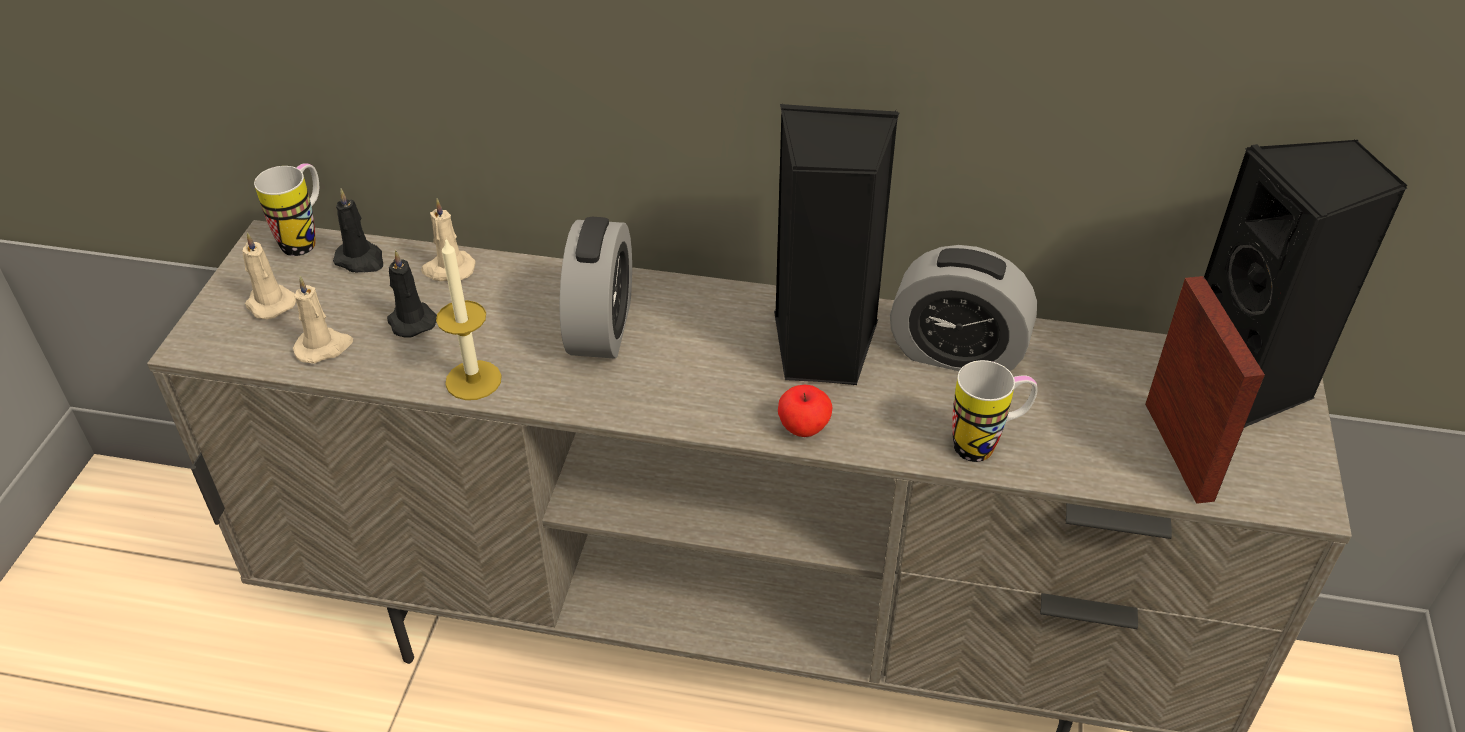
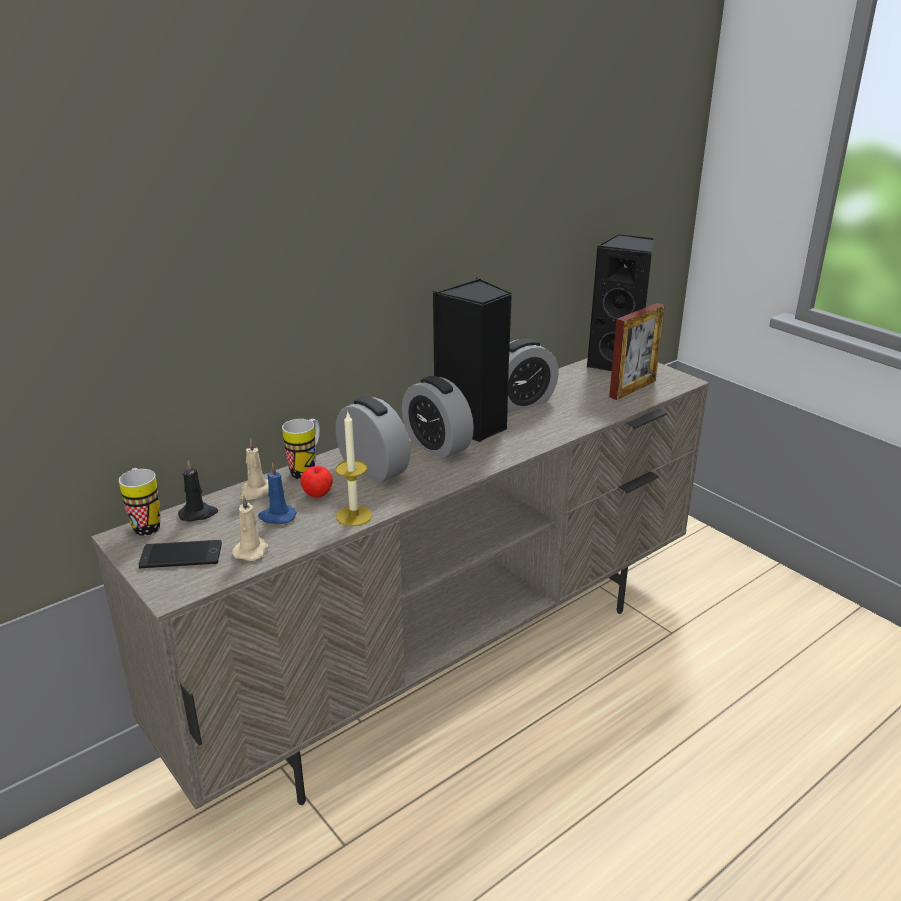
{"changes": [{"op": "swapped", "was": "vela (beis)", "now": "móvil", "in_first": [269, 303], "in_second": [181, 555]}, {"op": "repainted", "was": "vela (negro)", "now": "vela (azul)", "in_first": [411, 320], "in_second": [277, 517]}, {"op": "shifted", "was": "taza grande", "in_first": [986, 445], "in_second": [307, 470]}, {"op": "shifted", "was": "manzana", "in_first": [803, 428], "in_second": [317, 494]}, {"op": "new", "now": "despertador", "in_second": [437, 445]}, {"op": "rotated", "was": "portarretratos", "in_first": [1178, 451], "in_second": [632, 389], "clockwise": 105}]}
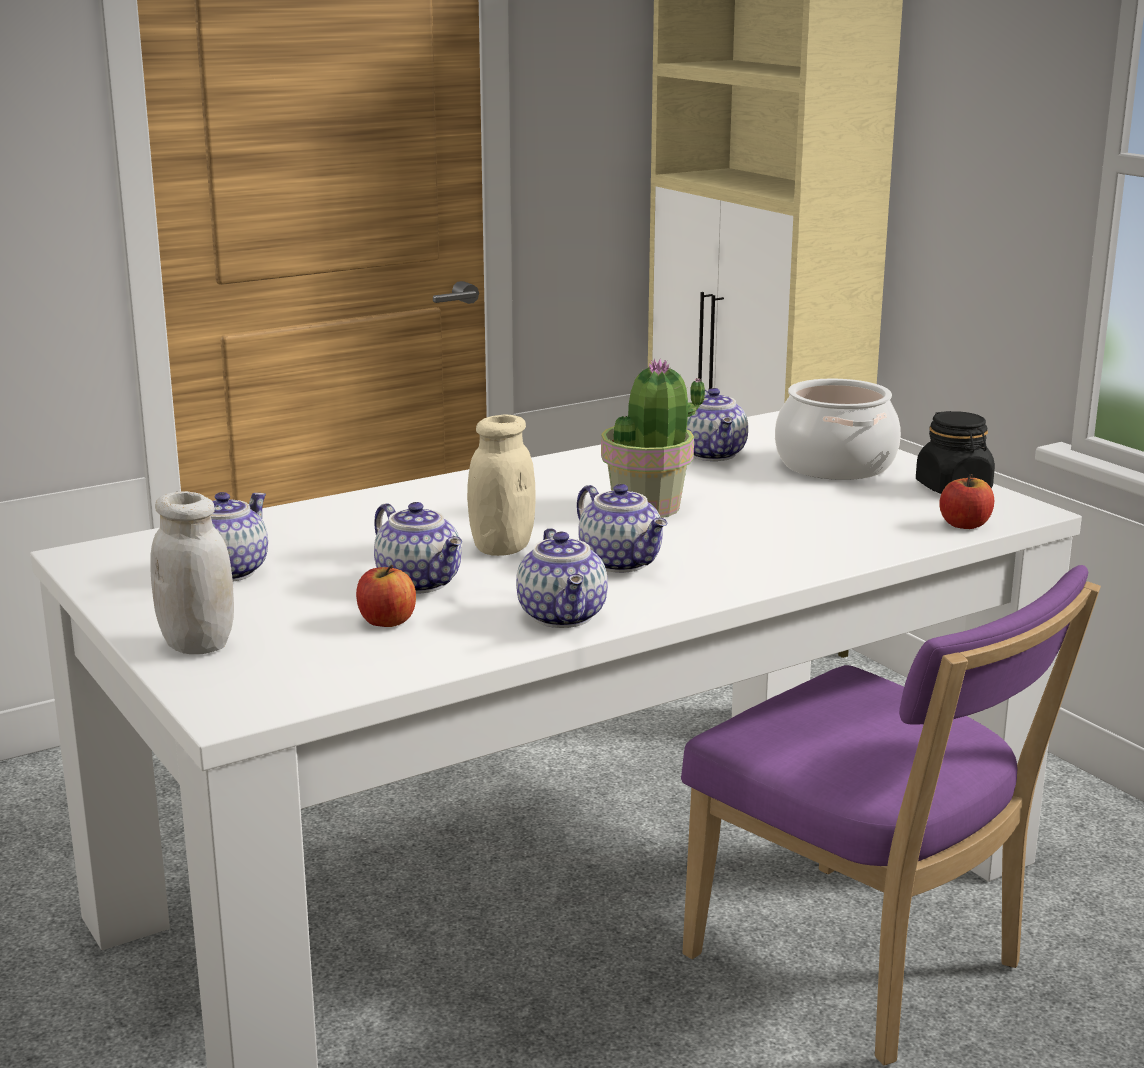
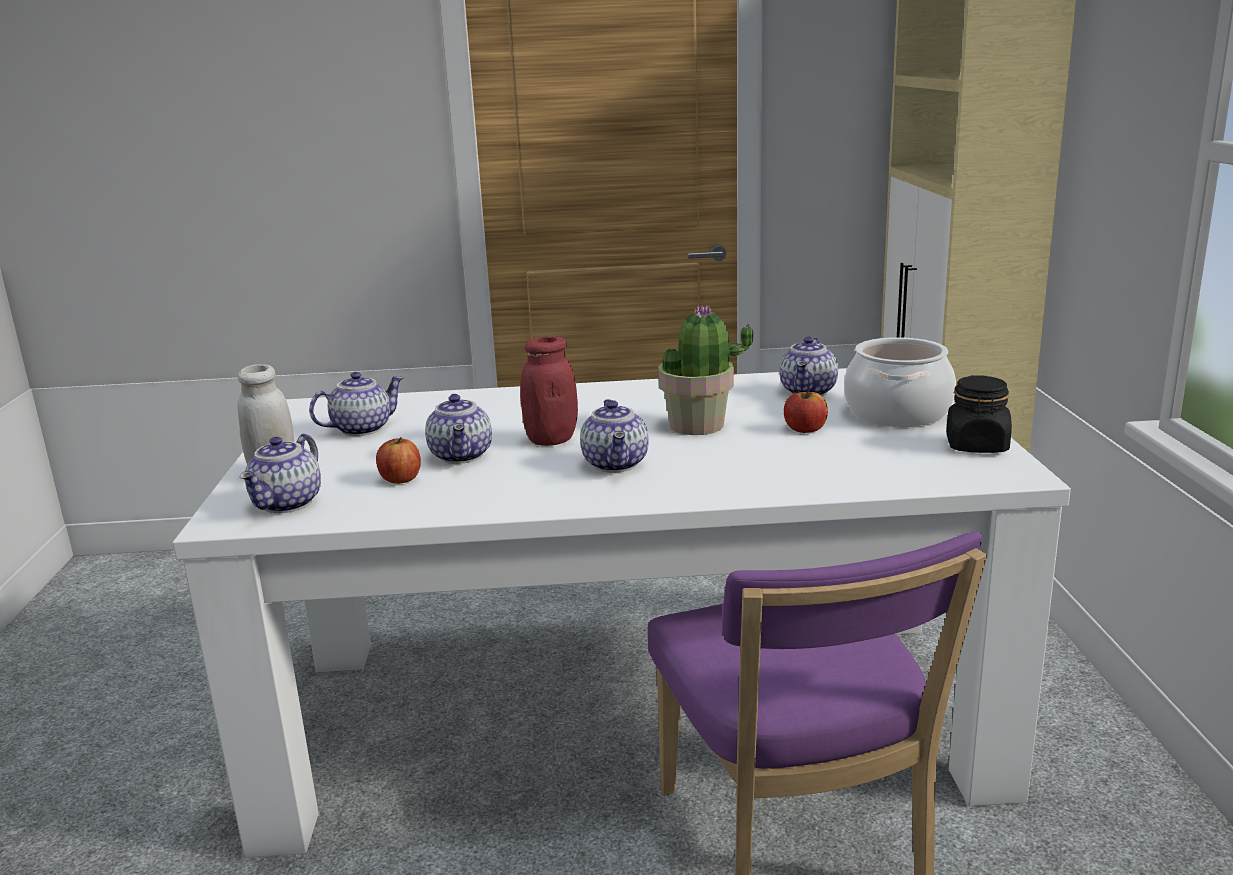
{"changes": [{"op": "shifted", "was": "tetera", "in_first": [564, 616], "in_second": [288, 504]}, {"op": "repainted", "was": "tarro (beis)", "now": "tarro (rojo)", "in_first": [502, 548], "in_second": [551, 440]}, {"op": "shifted", "was": "manzana", "in_first": [965, 525], "in_second": [805, 429]}]}
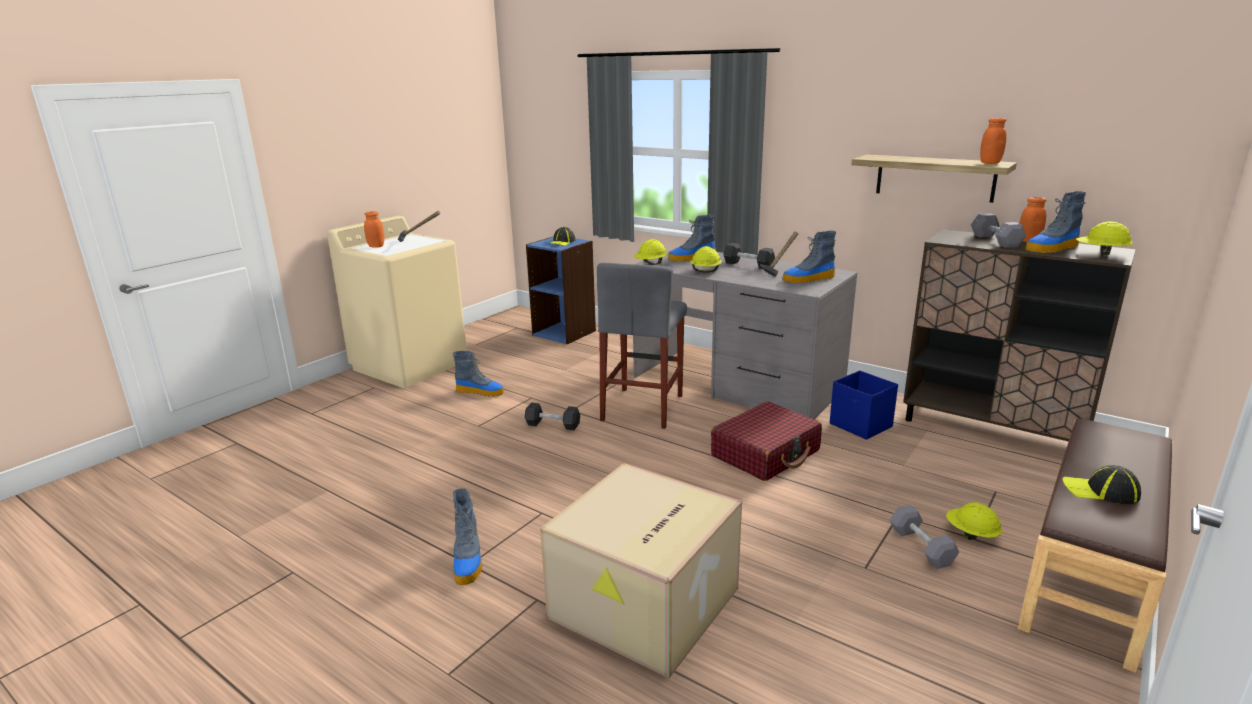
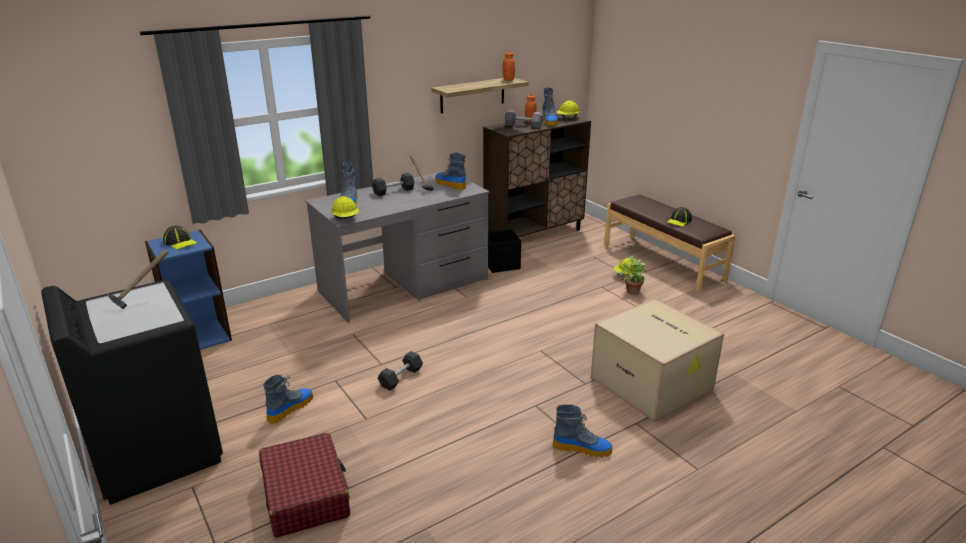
{"changes": [{"op": "repainted", "was": "lavadora (beis)", "now": "lavadora (negro)", "in_first": [410, 365], "in_second": [156, 452]}, {"op": "shifted", "was": "maleta (rojo)", "in_first": [766, 453], "in_second": [306, 494]}, {"op": "rotated", "was": "bota", "in_first": [808, 279], "in_second": [449, 184], "clockwise": 135}, {"op": "repainted", "was": "caja de almacenaje (azul)", "now": "caja de almacenaje (negro)", "in_first": [861, 426], "in_second": [502, 265]}, {"op": "swapped", "was": "mancuerna (gris)", "now": "planta en maceta", "in_first": [921, 546], "in_second": [631, 290]}, {"op": "gone", "was": "tarro (naranja)", "in_first": [376, 246]}, {"op": "gone", "was": "taburete (gris)", "in_first": [642, 407]}, {"op": "gone", "was": "casco (amarillo)", "in_first": [705, 271]}]}
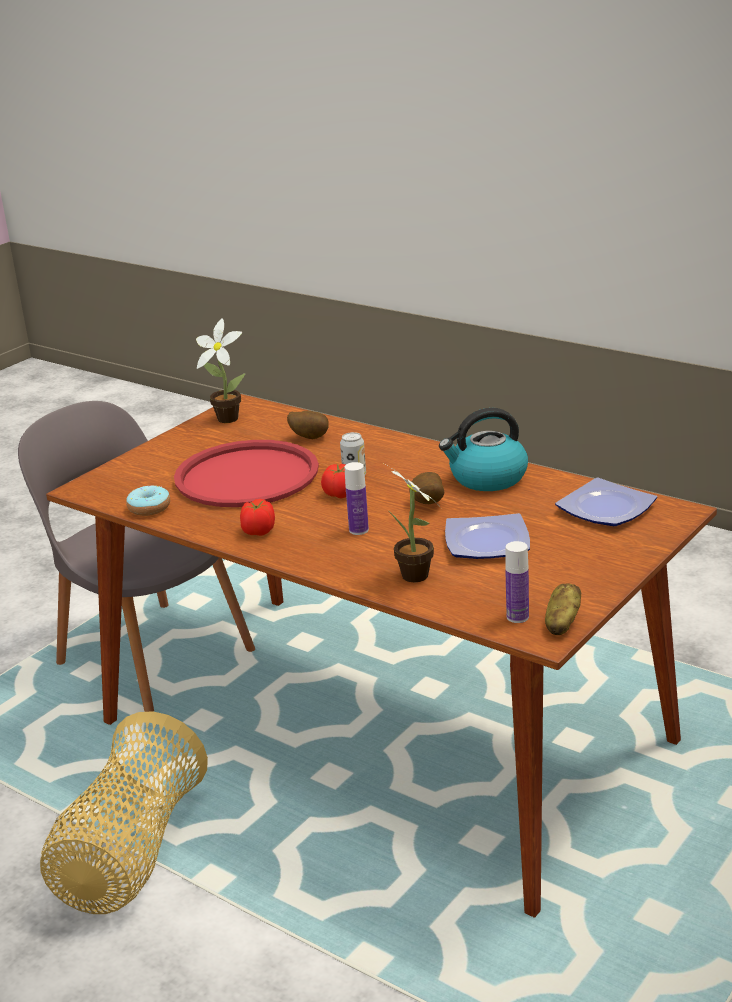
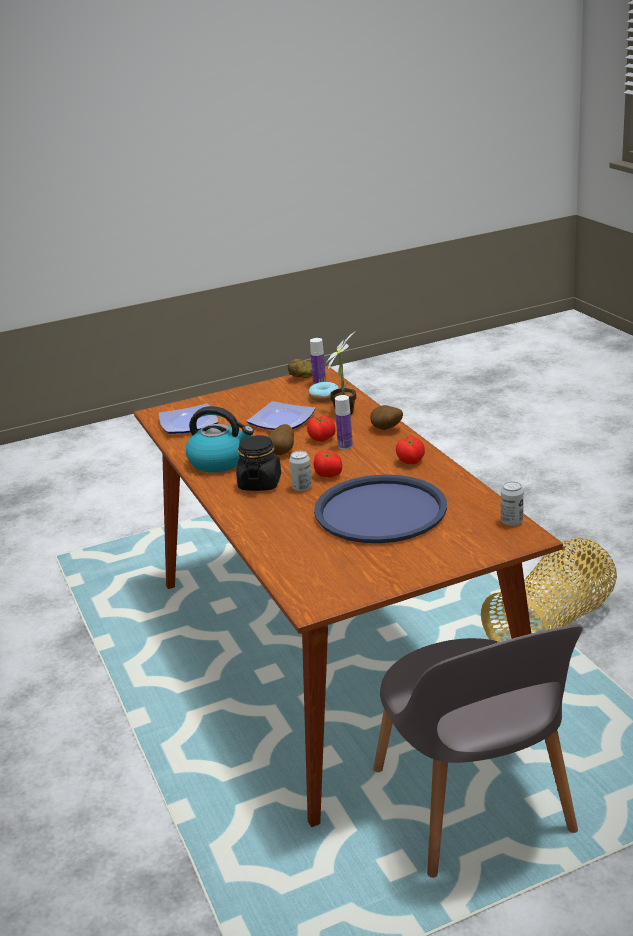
{"changes": [{"op": "new", "now": "tarro (negro)", "in_second": [260, 483]}, {"op": "new", "now": "tomate", "in_second": [322, 439]}, {"op": "shifted", "was": "rosquilla", "in_first": [149, 508], "in_second": [324, 397]}, {"op": "repainted", "was": "bandeja (rojo)", "now": "bandeja (azul)", "in_first": [247, 476], "in_second": [380, 511]}, {"op": "shifted", "was": "patata", "in_first": [310, 437], "in_second": [386, 429]}, {"op": "new", "now": "lata", "in_second": [512, 521]}, {"op": "gone", "was": "planta en maceta", "in_first": [225, 417]}]}
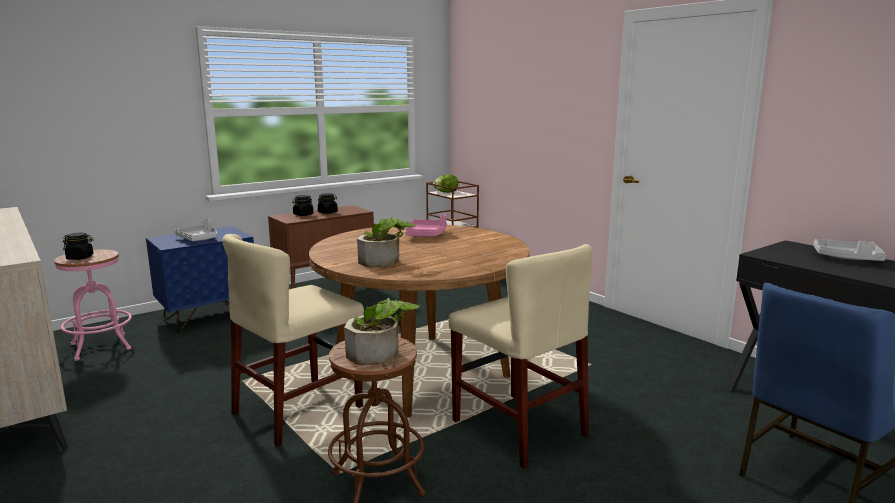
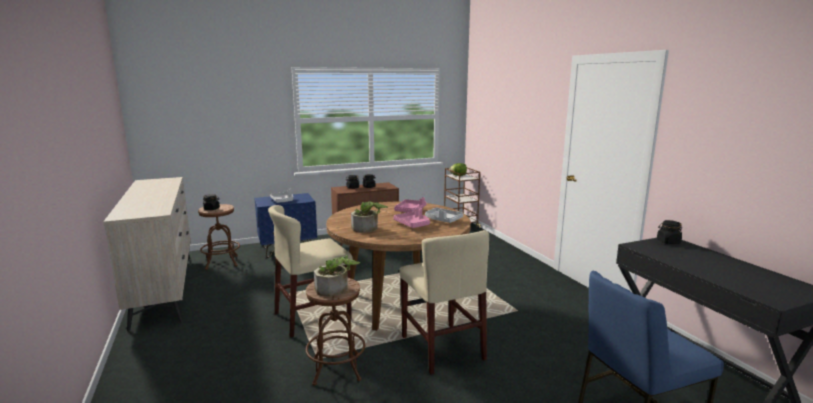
{"changes": [{"op": "repainted", "was": "taburete (rosa)", "now": "taburete (marrón)", "in_first": [101, 346], "in_second": [222, 262]}, {"op": "new", "now": "bandeja (rosa)", "in_second": [413, 224]}, {"op": "shifted", "was": "bandeja (gris)", "in_first": [847, 258], "in_second": [443, 220]}, {"op": "new", "now": "tarro (negro)", "in_second": [668, 242]}]}
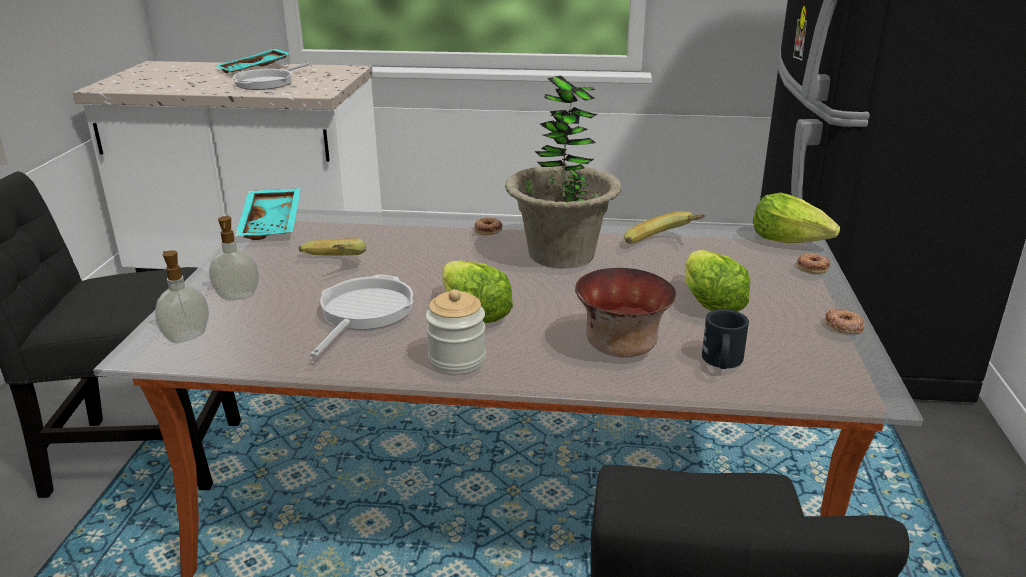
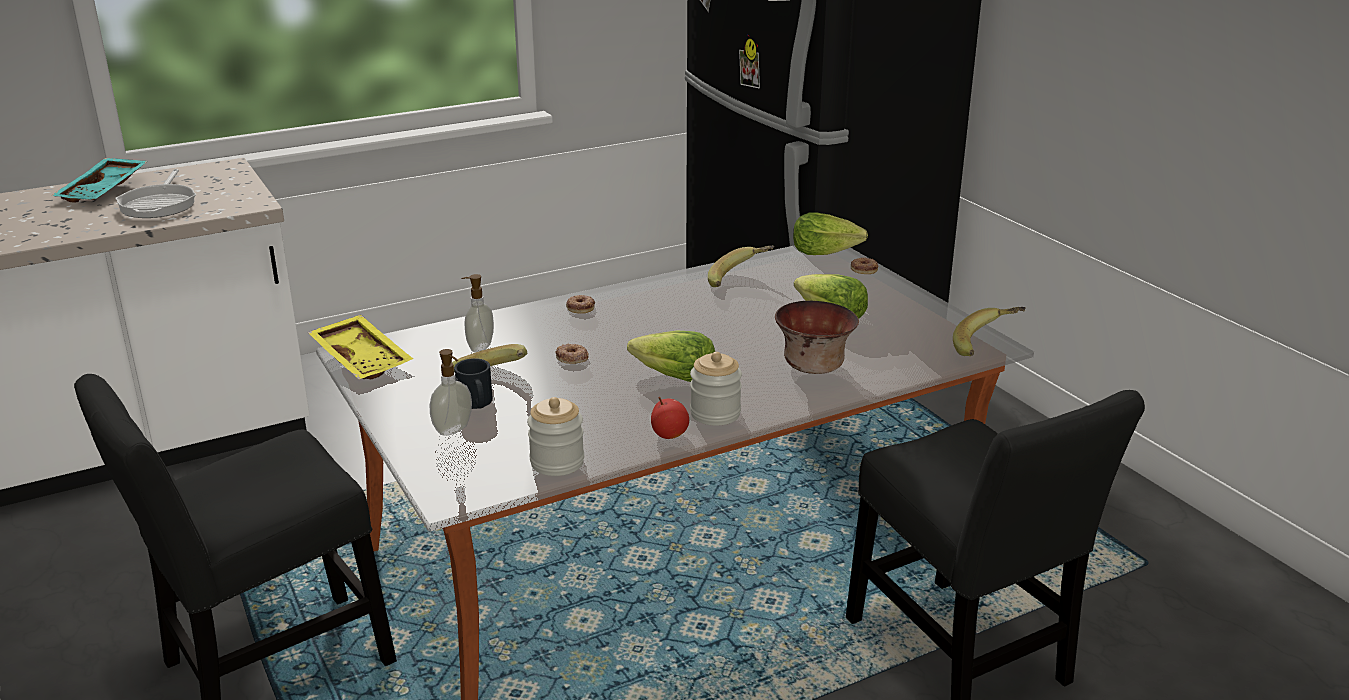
{"changes": [{"op": "repainted", "was": "bandeja (turquesa)", "now": "bandeja (amarillo)", "in_first": [273, 224], "in_second": [363, 359]}, {"op": "shifted", "was": "taza grande (negro)", "in_first": [722, 362], "in_second": [476, 404]}, {"op": "shifted", "was": "dispensador de jabón", "in_first": [186, 336], "in_second": [479, 347]}, {"op": "new", "now": "tarro", "in_second": [557, 462]}, {"op": "shifted", "was": "rosquilla", "in_first": [843, 326], "in_second": [572, 358]}, {"op": "new", "now": "manzana", "in_second": [669, 435]}, {"op": "new", "now": "plátano", "in_second": [987, 346]}, {"op": "gone", "was": "sartén", "in_first": [364, 313]}, {"op": "gone", "was": "planta en maceta", "in_first": [561, 254]}]}
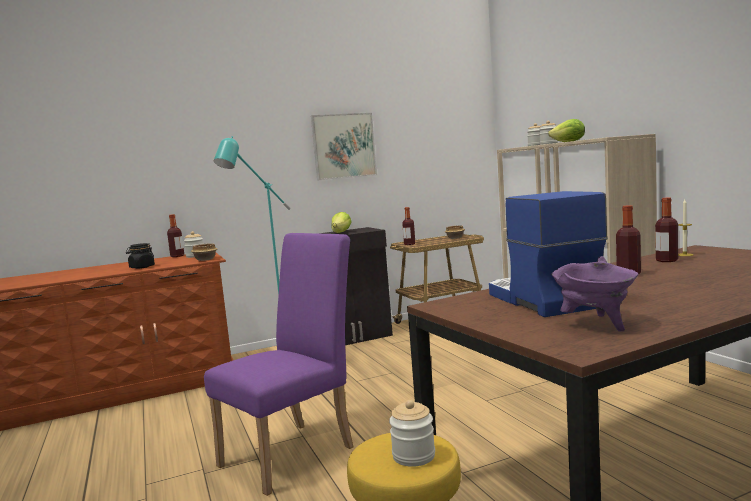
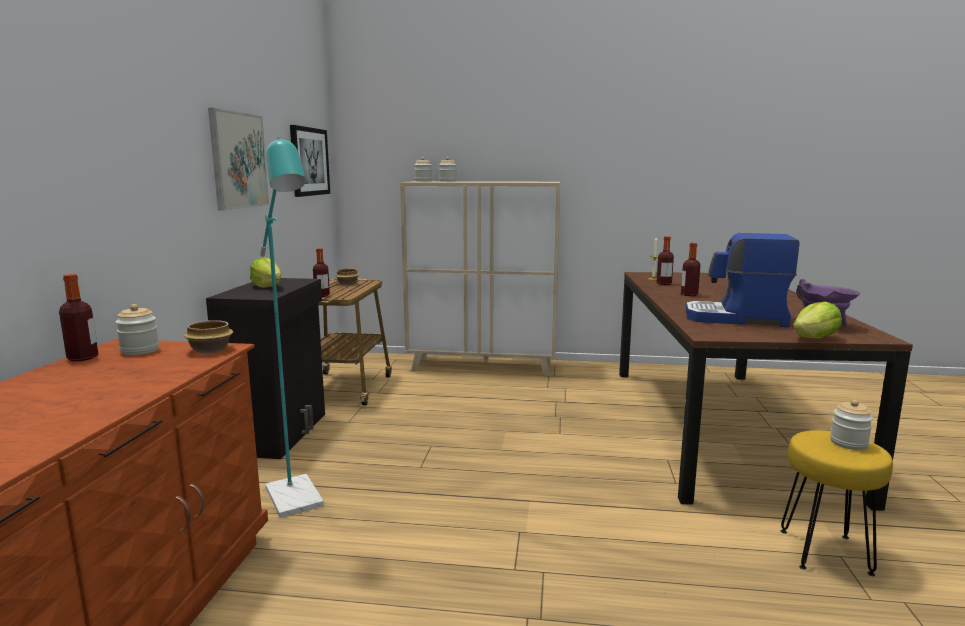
{"changes": [{"op": "new", "now": "cuadro", "in_second": [309, 161]}, {"op": "shifted", "was": "lechuga", "in_first": [569, 142], "in_second": [815, 338]}, {"op": "gone", "was": "tarro (negro)", "in_first": [142, 267]}, {"op": "gone", "was": "silla (morado)", "in_first": [295, 452]}]}
